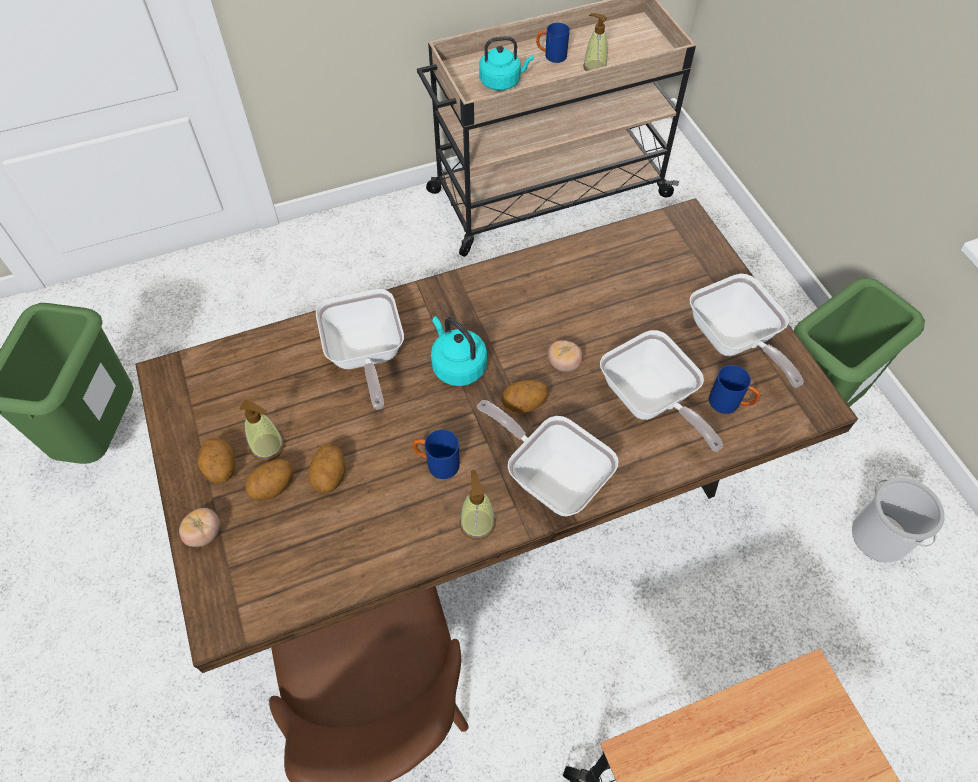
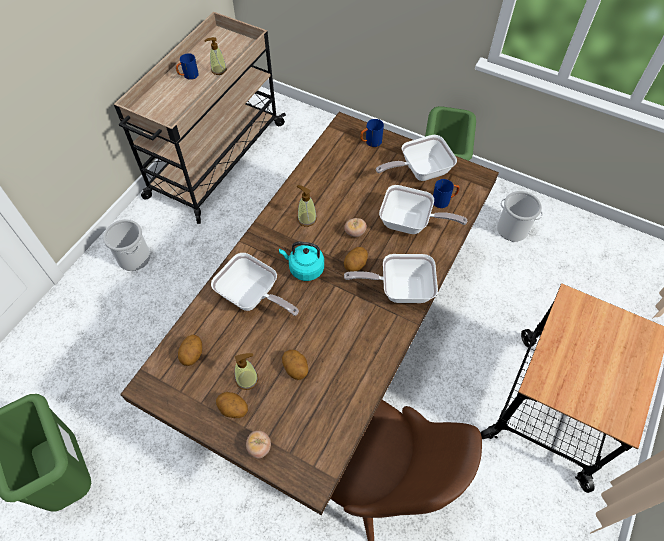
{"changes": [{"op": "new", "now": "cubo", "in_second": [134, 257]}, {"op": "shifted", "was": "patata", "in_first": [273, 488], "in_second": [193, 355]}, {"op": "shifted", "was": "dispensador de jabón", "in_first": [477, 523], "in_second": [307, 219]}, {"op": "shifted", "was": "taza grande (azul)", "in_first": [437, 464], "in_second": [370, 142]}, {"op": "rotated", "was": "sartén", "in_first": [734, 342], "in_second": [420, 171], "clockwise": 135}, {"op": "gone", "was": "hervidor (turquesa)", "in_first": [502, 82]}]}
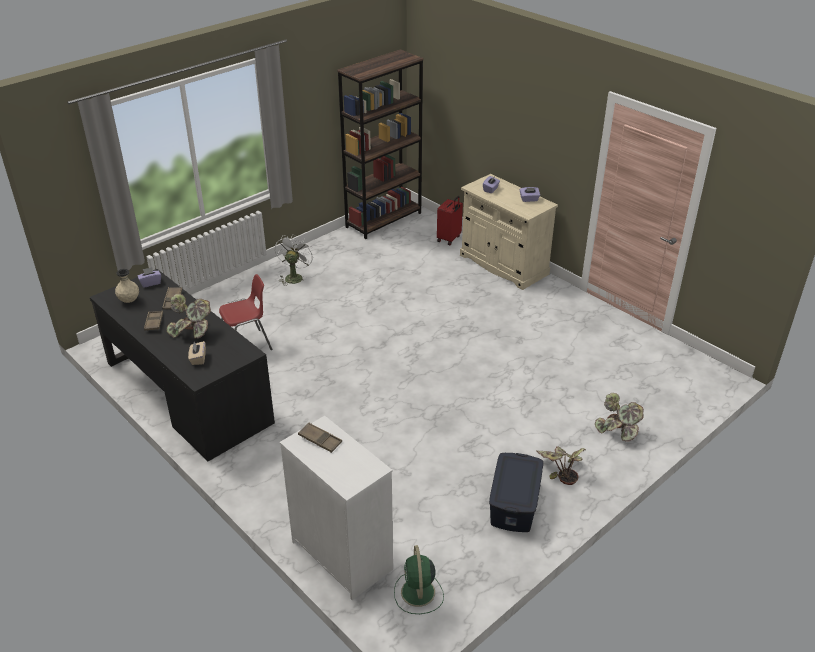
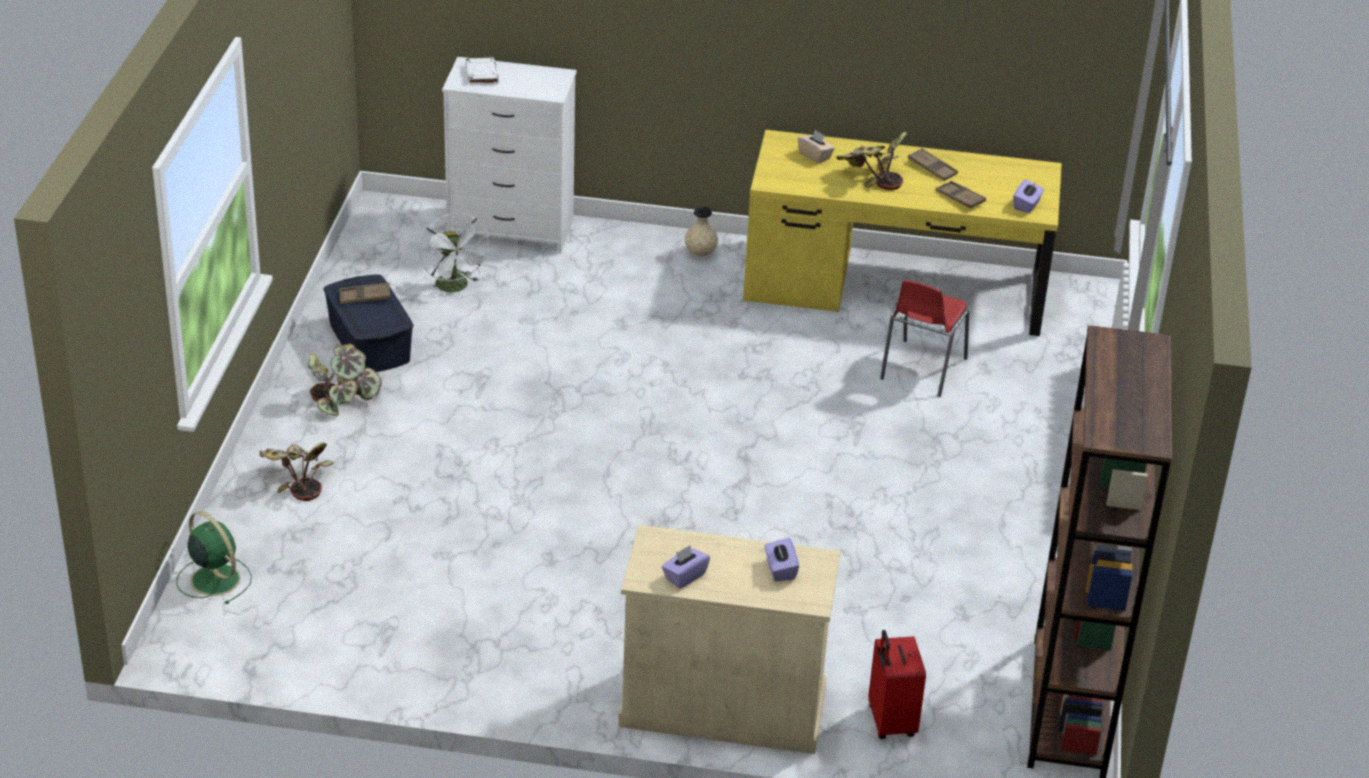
{"changes": [{"op": "shifted", "was": "ventilador (verde)", "in_first": [418, 593], "in_second": [214, 578]}, {"op": "shifted", "was": "bandeja (marrón)", "in_first": [320, 440], "in_second": [365, 297]}, {"op": "shifted", "was": "ventilador (blanco)", "in_first": [294, 276], "in_second": [455, 287]}, {"op": "new", "now": "libro (blanco)", "in_second": [481, 74]}, {"op": "shifted", "was": "florero (beis)", "in_first": [129, 301], "in_second": [700, 254]}, {"op": "repainted", "was": "escritorio (negro)", "now": "escritorio (amarillo)", "in_first": [187, 393], "in_second": [895, 287]}]}
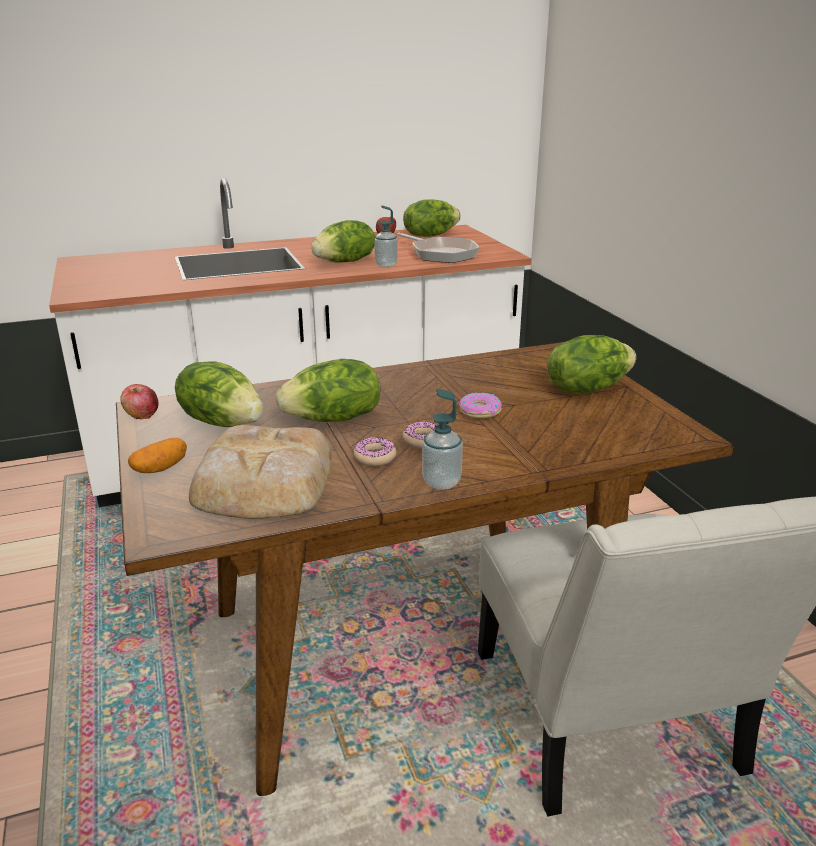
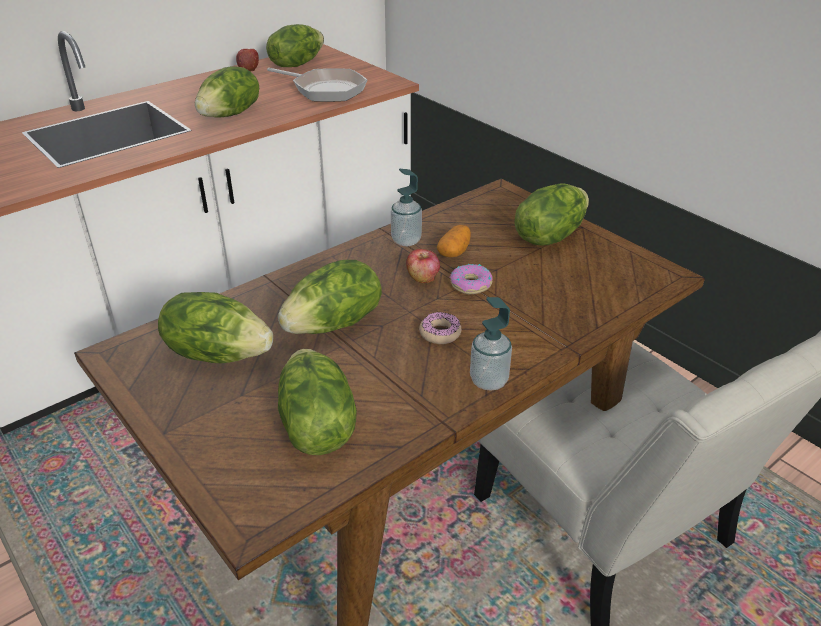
{"changes": [{"op": "swapped", "was": "pan", "now": "lechuga", "in_first": [262, 484], "in_second": [315, 426]}, {"op": "shifted", "was": "dispensador de jabón", "in_first": [386, 265], "in_second": [406, 240]}, {"op": "shifted", "was": "manzana", "in_first": [141, 415], "in_second": [423, 278]}, {"op": "shifted", "was": "patata", "in_first": [160, 468], "in_second": [454, 252]}, {"op": "gone", "was": "rosquilla", "in_first": [374, 457]}]}
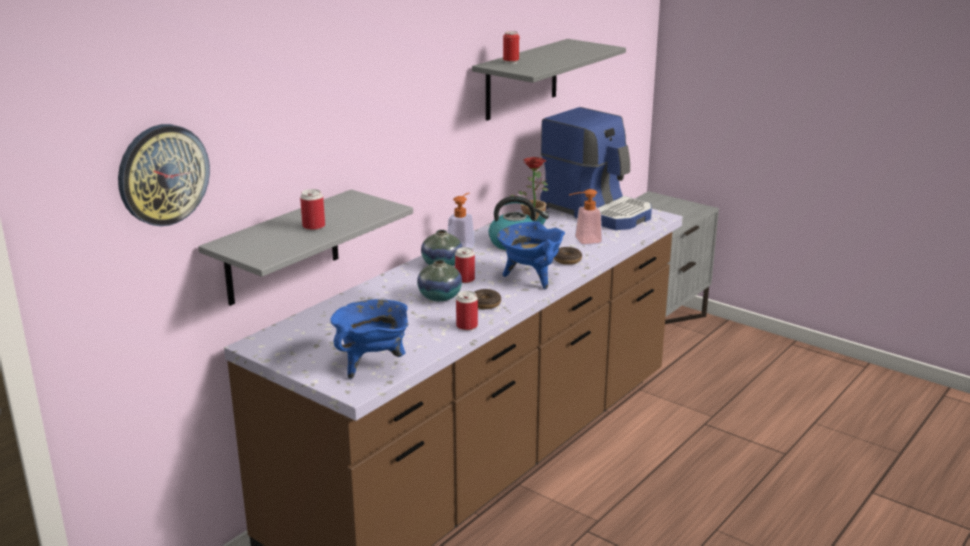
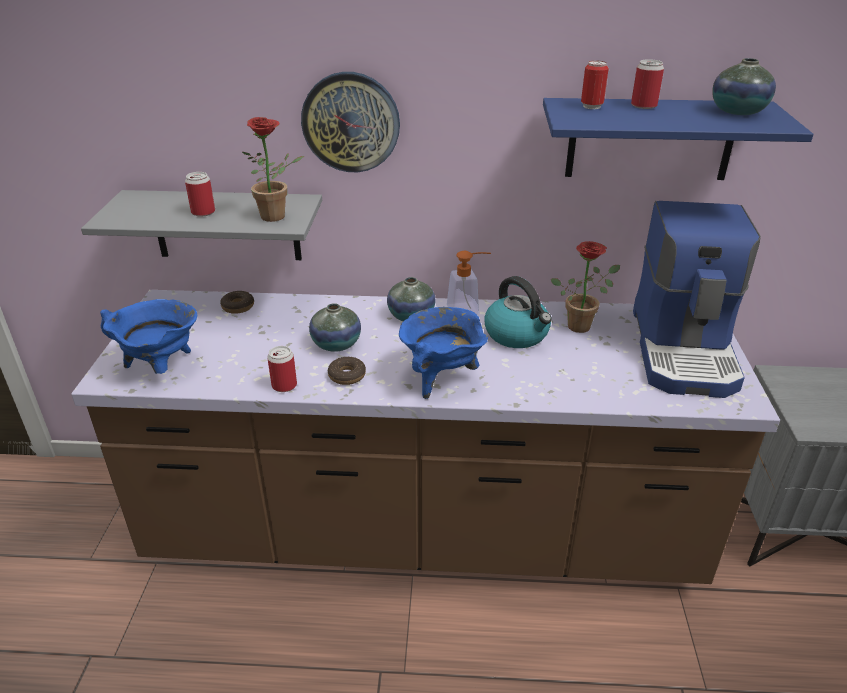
{"changes": [{"op": "shifted", "was": "rosquilla", "in_first": [567, 260], "in_second": [238, 307]}, {"op": "new", "now": "planta en maceta", "in_second": [278, 216]}, {"op": "shifted", "was": "reloj de pared", "in_first": [163, 174], "in_second": [351, 122]}, {"op": "repainted", "was": "estante (gris)", "now": "estante (azul)", "in_first": [521, 79], "in_second": [650, 139]}, {"op": "shifted", "was": "lata", "in_first": [465, 280], "in_second": [643, 106]}, {"op": "new", "now": "florero", "in_second": [738, 112]}, {"op": "gone", "was": "dispensador de jabón", "in_first": [583, 241]}]}
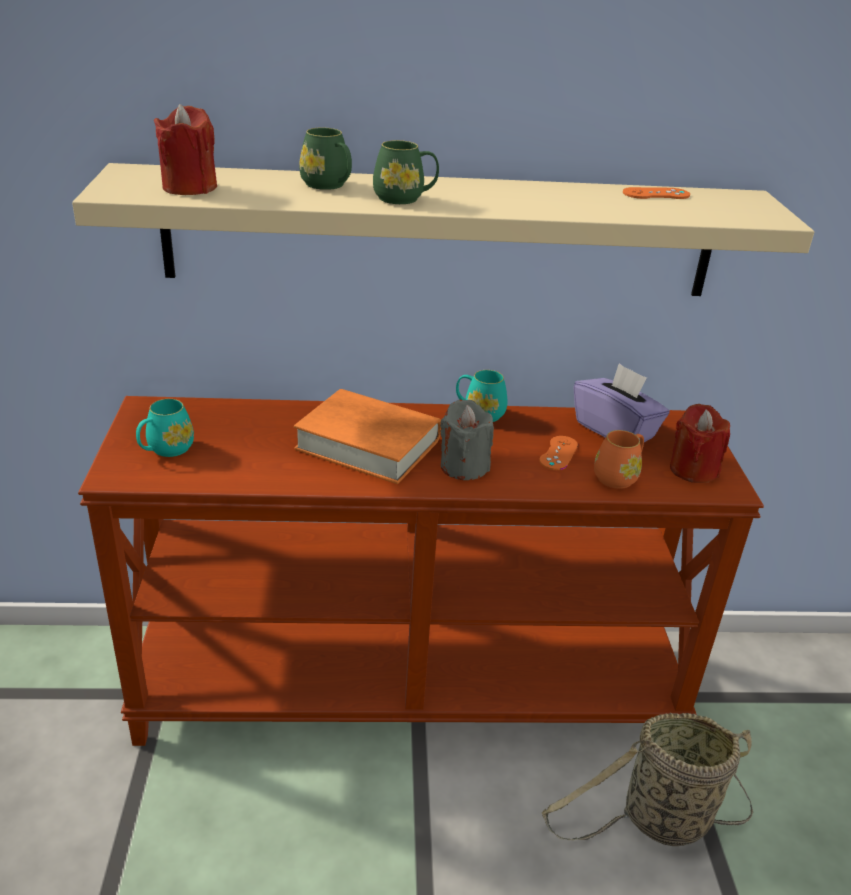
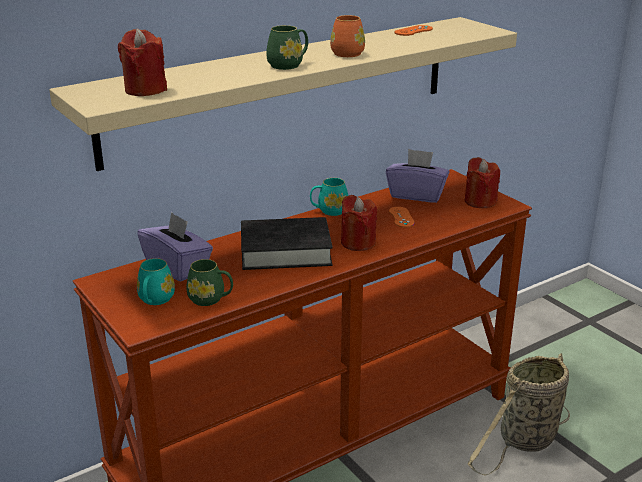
{"changes": [{"op": "new", "now": "caja de pañuelos (morado)", "in_second": [177, 267]}, {"op": "shifted", "was": "taza grande (verde)", "in_first": [329, 186], "in_second": [211, 299]}, {"op": "repainted", "was": "libro (naranja)", "now": "libro (negro)", "in_first": [368, 444], "in_second": [285, 251]}, {"op": "shifted", "was": "taza grande (naranja)", "in_first": [619, 476], "in_second": [348, 52]}, {"op": "repainted", "was": "vela (gris)", "now": "vela (rojo)", "in_first": [464, 466], "in_second": [358, 243]}]}
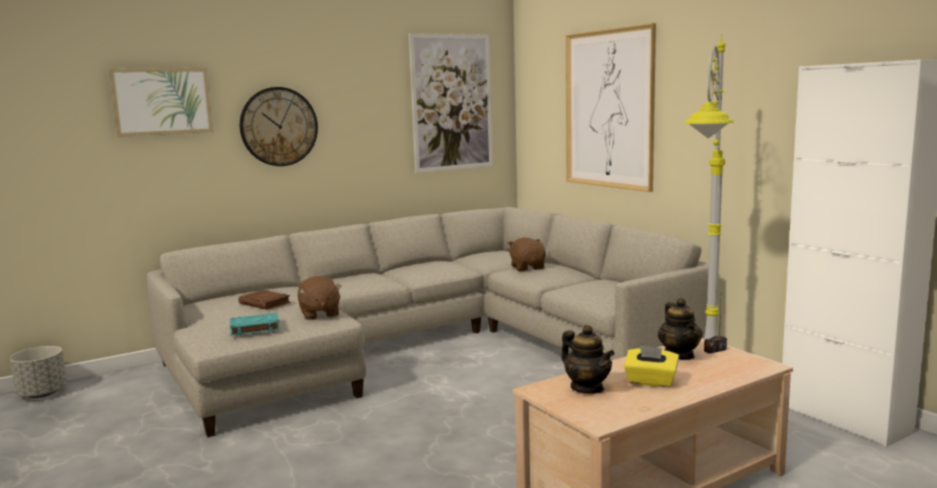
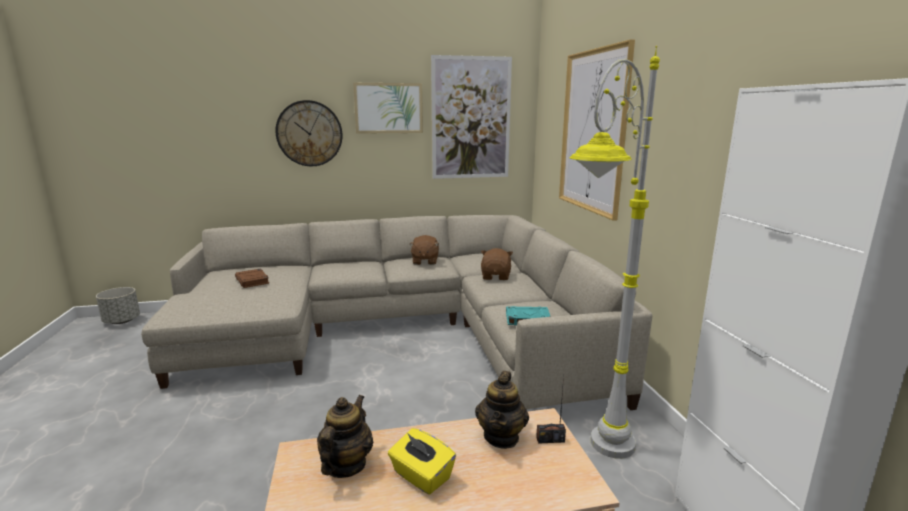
{"changes": [{"op": "rotated", "was": "tetera", "in_first": [587, 388], "in_second": [346, 465], "clockwise": -150}, {"op": "shifted", "was": "cuadro", "in_first": [162, 101], "in_second": [388, 108]}, {"op": "shifted", "was": "peluche (marrón)", "in_first": [319, 314], "in_second": [424, 261]}, {"op": "shifted", "was": "libro (turquesa)", "in_first": [254, 328], "in_second": [527, 319]}]}
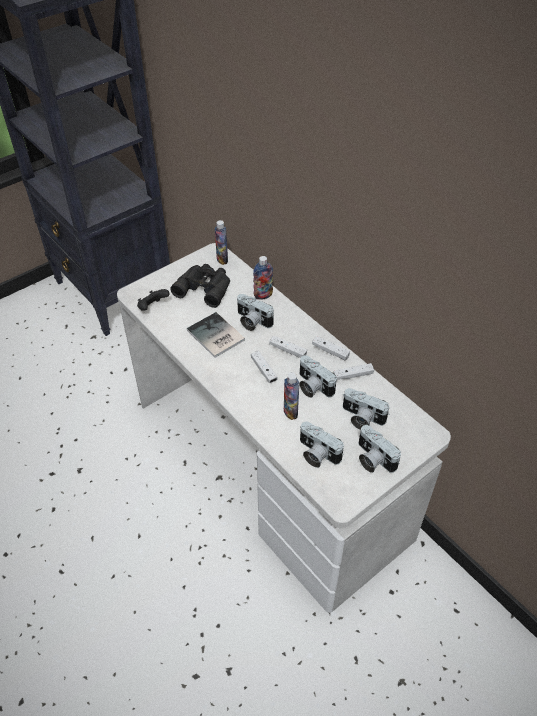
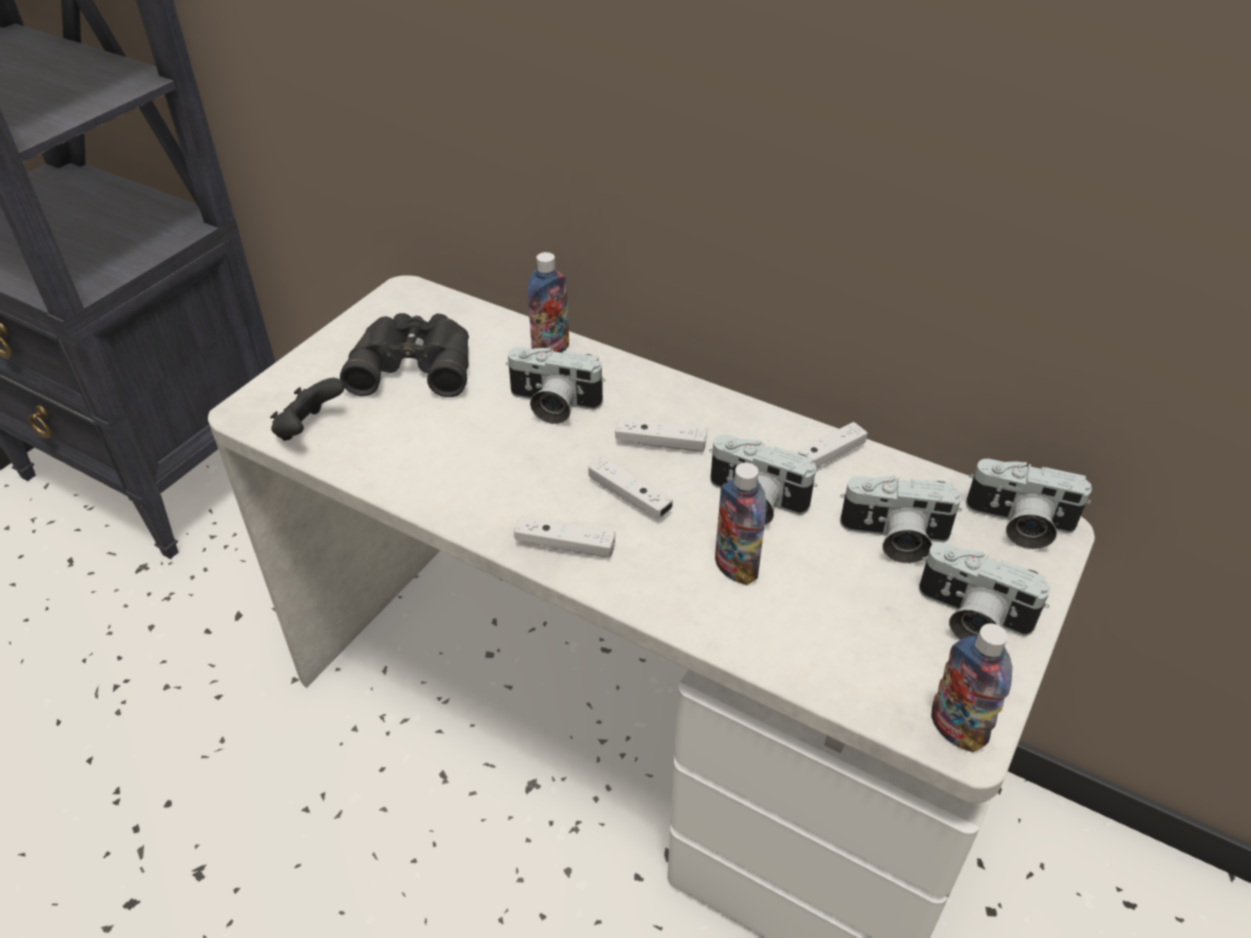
{"changes": [{"op": "shifted", "was": "mando de consola (blanco)", "in_first": [330, 351], "in_second": [565, 545]}, {"op": "shifted", "was": "botella", "in_first": [222, 259], "in_second": [957, 729]}, {"op": "shifted", "was": "cámara", "in_first": [316, 454], "in_second": [1018, 525]}, {"op": "gone", "was": "libro", "in_first": [215, 337]}]}
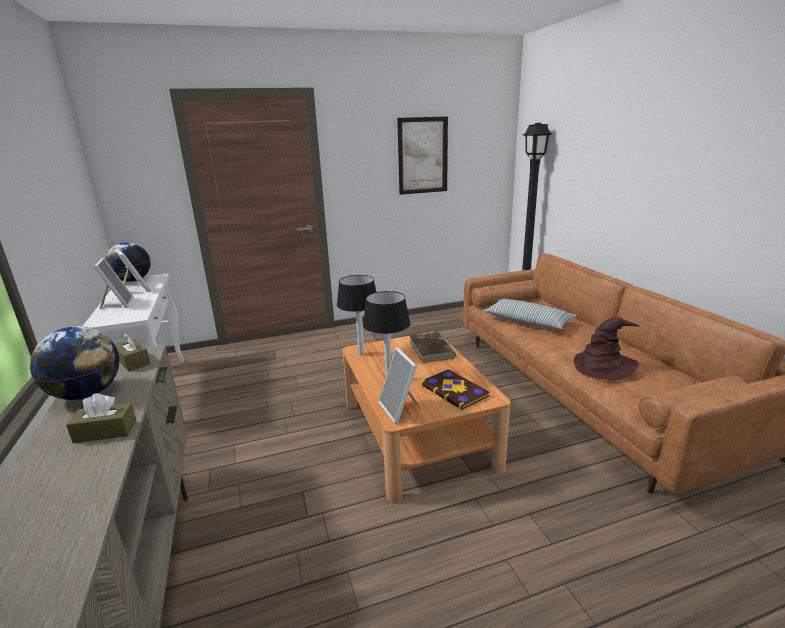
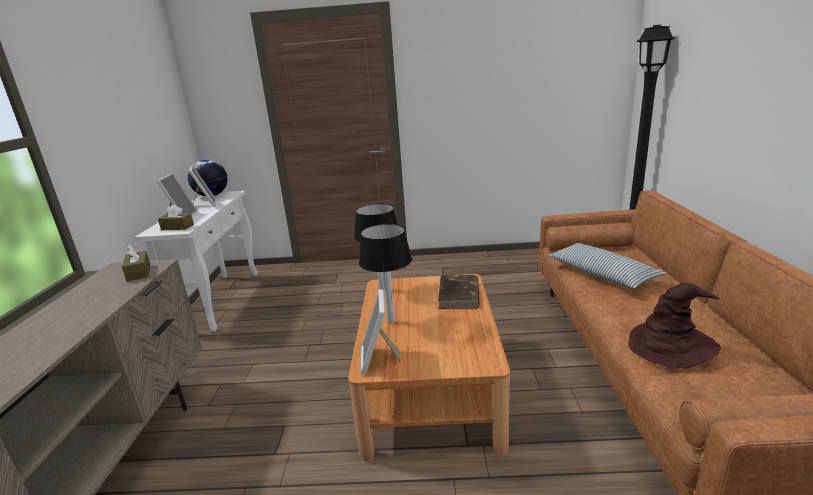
{"changes": [{"op": "shifted", "was": "caja de pañuelos (marrón)", "in_first": [105, 431], "in_second": [177, 227]}, {"op": "gone", "was": "globo terráqueo", "in_first": [87, 394]}, {"op": "gone", "was": "cuadro", "in_first": [423, 156]}, {"op": "gone", "was": "libro", "in_first": [454, 390]}]}
